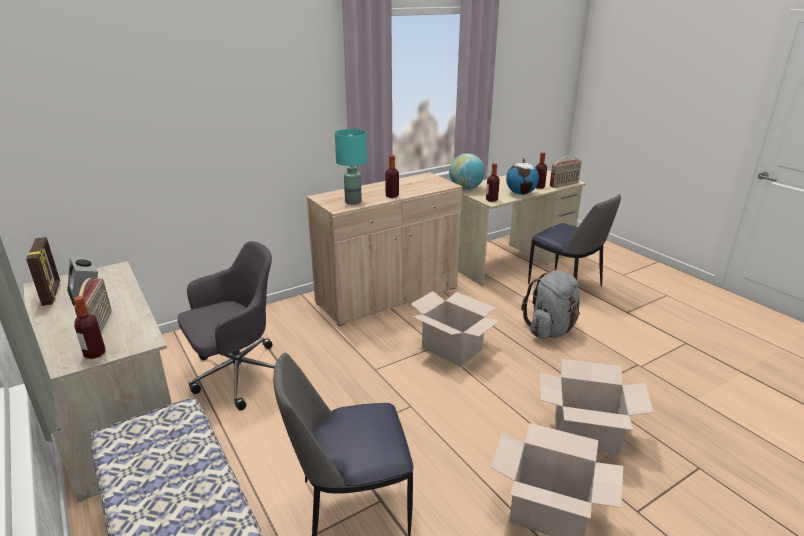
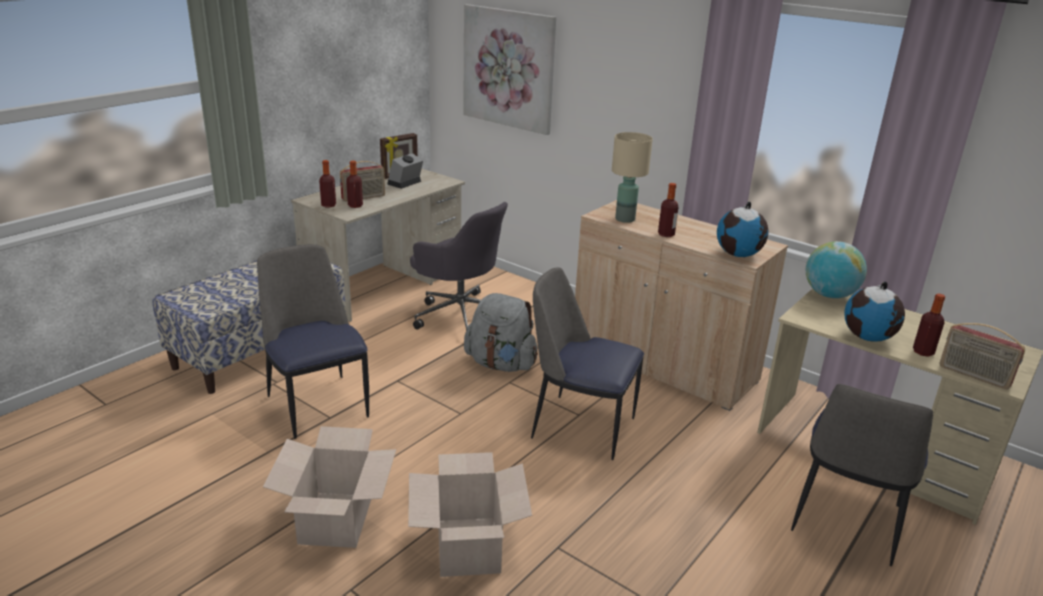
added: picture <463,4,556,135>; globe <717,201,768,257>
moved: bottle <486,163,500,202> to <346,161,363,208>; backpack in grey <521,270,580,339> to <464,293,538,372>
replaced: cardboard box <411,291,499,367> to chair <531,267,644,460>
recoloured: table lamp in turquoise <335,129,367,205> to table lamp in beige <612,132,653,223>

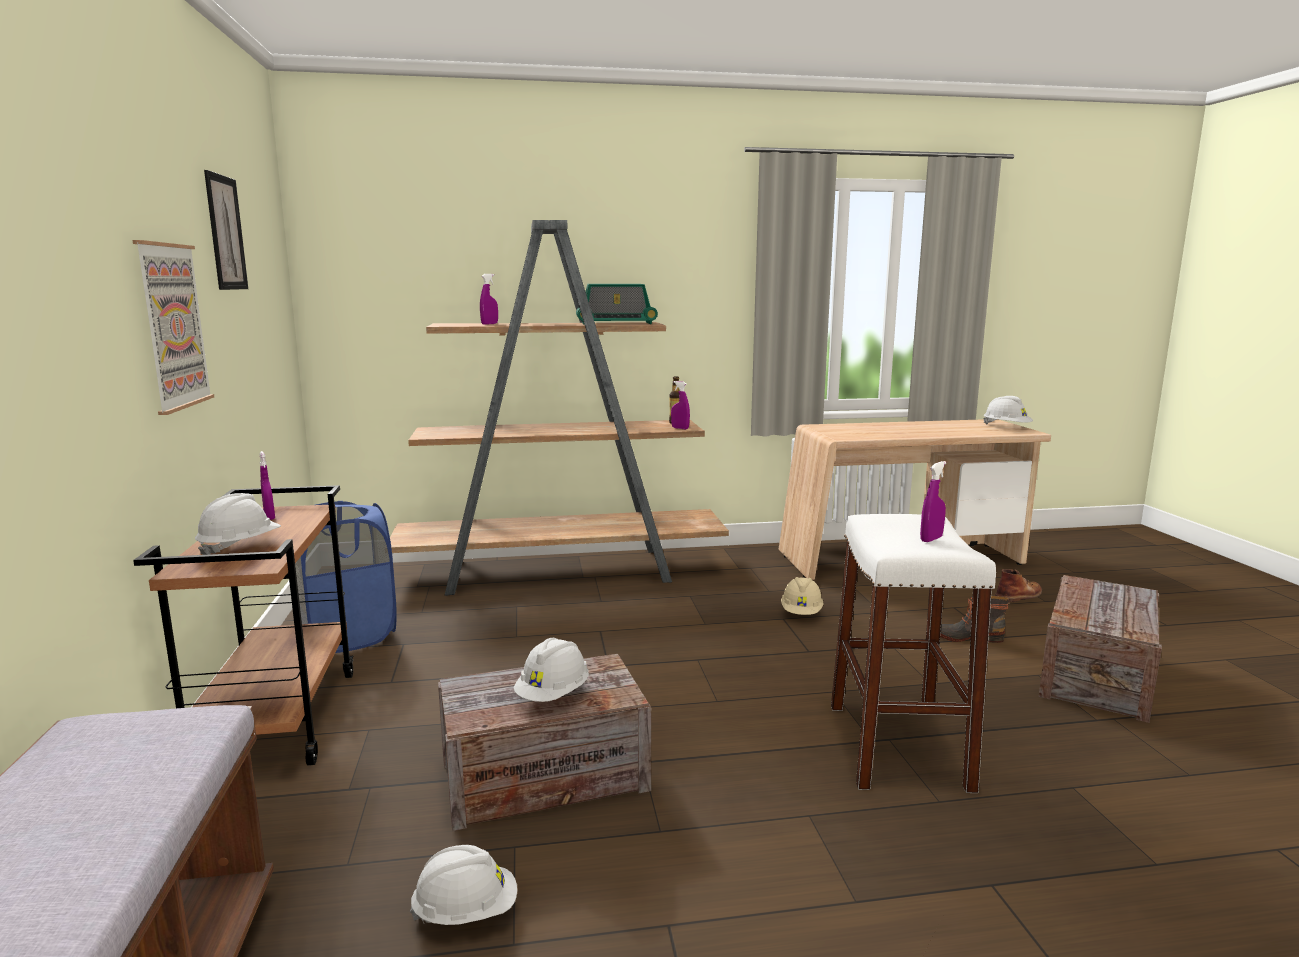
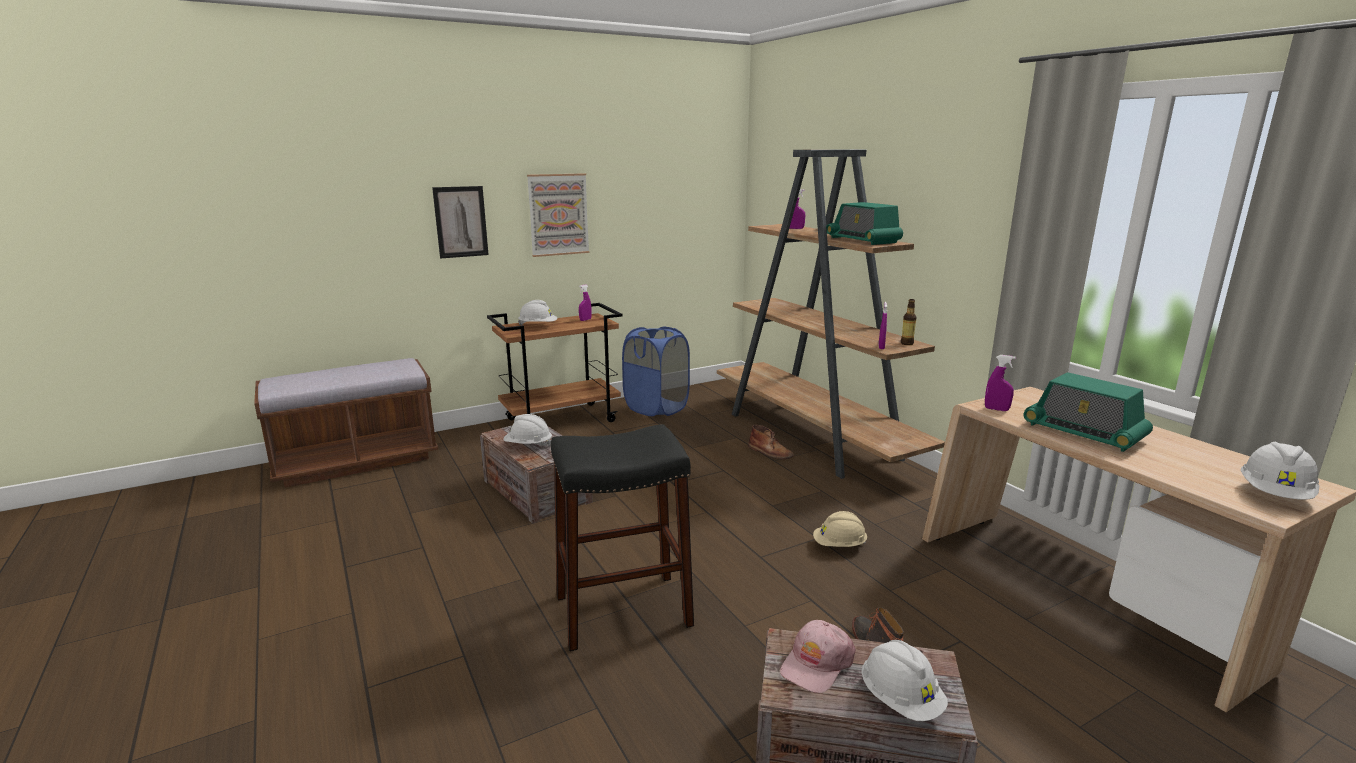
added: cap in pink <780,620,856,693>; radio <1023,372,1153,452>
moved: picture <204,170,248,290> to <432,186,489,259>; boot in brown <995,569,1042,602> to <748,425,794,459>; hard hat in white <410,845,517,925> to <861,640,948,721>; spray bottle in purple <920,461,946,542> to <985,355,1016,411>
recoloured: stool in white <831,514,996,793> to stool in black <551,424,694,651>

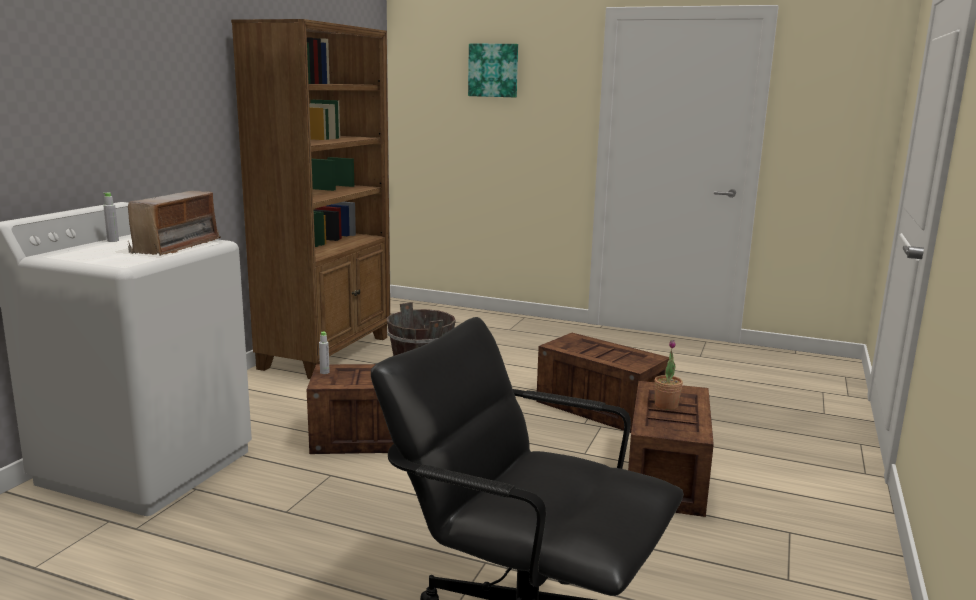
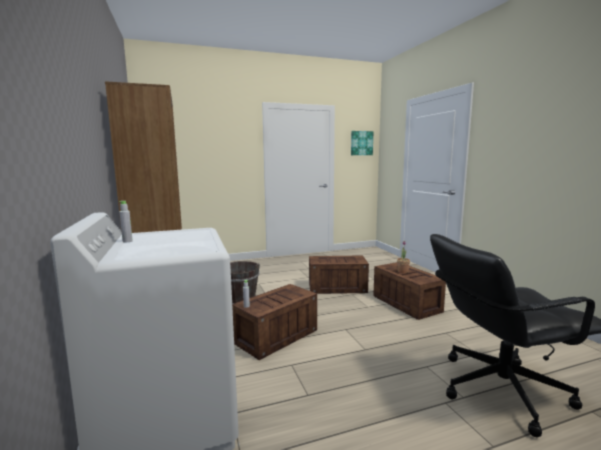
removed: radio <128,191,221,256>
moved: picture <468,44,518,97> to <351,131,373,155>

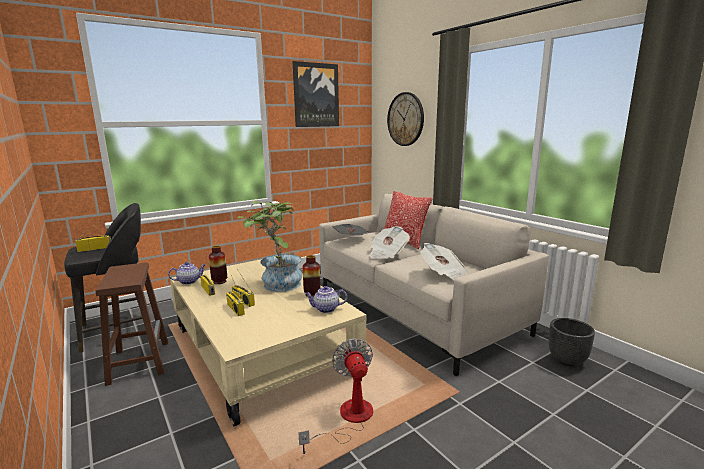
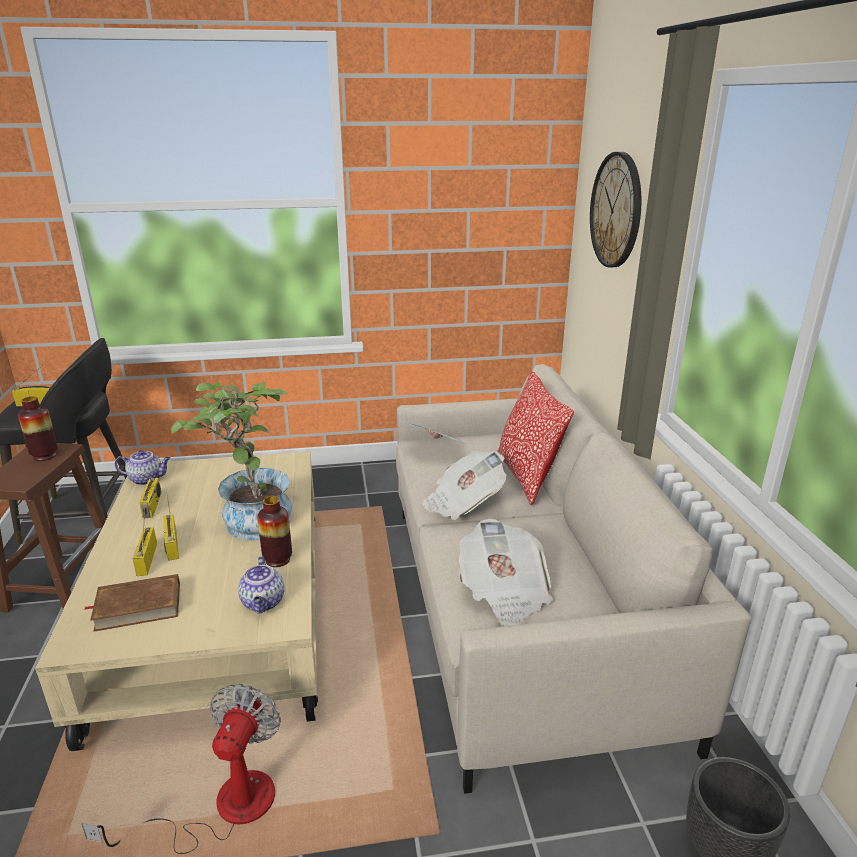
removed: picture <293,61,339,127>
added: book in brown <85,574,180,632>
moved: vase <209,246,227,284> to <18,396,58,461>
turned: teapot <305,286,347,313> = <238,556,285,614> 120 degrees counterclockwise

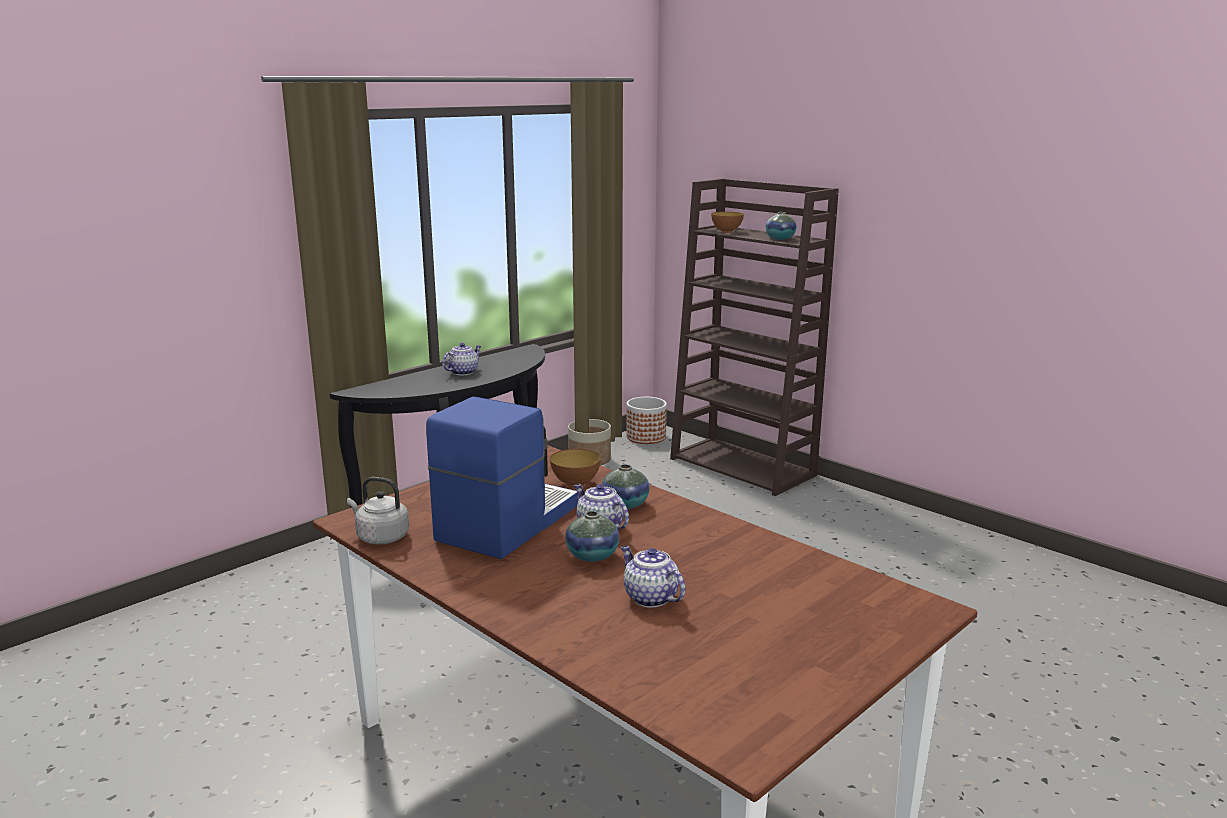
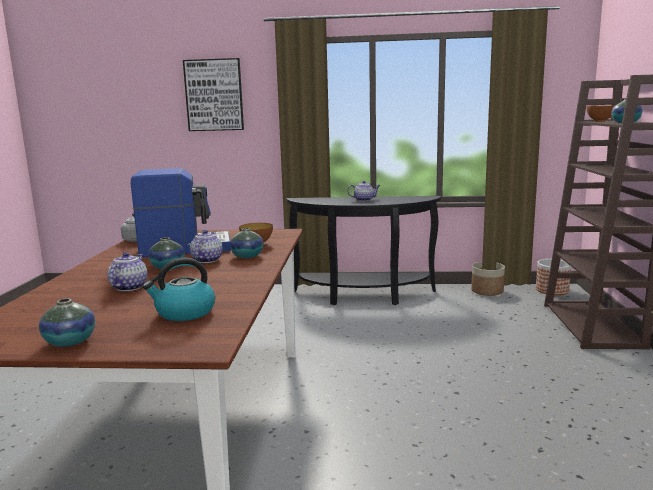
added: vase <39,298,95,347>; kettle <143,258,215,321>; picture <183,58,244,131>

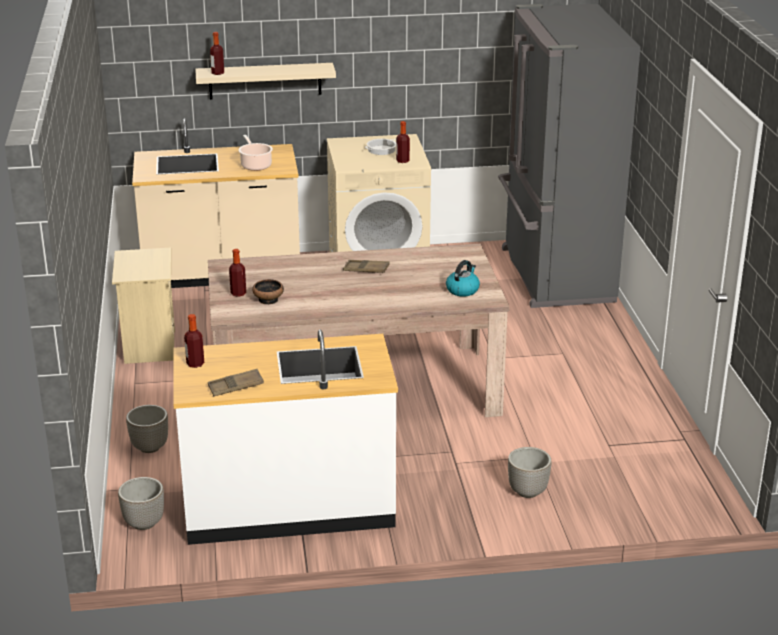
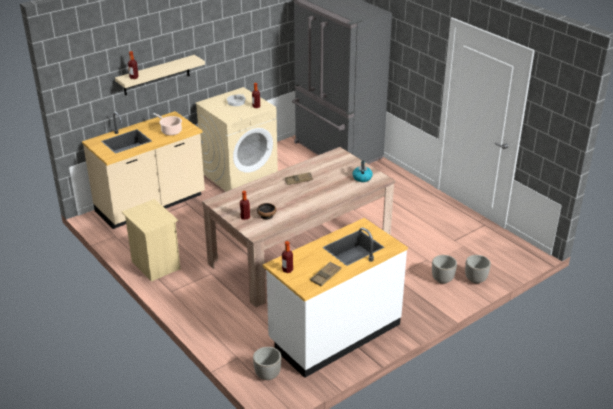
moved: planter <126,405,168,453> to <465,255,491,284>

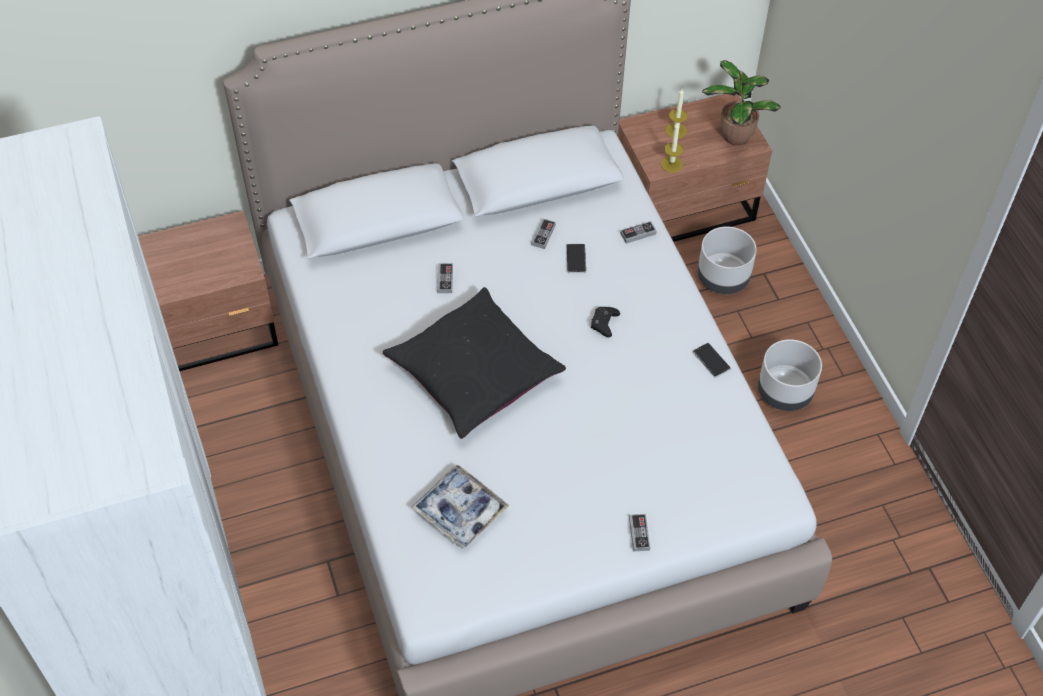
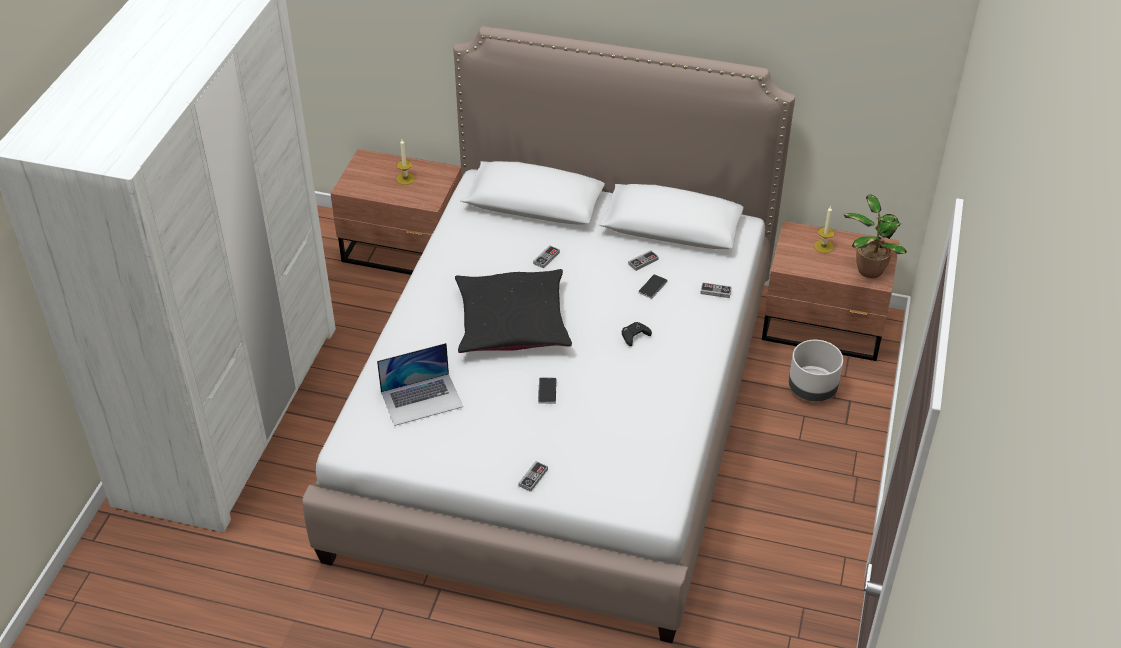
removed: planter in grey <758,339,822,411>
moved: candle <661,122,683,173> to <396,140,415,185>; phone <693,343,731,378> to <538,377,557,404>
replaced: tray <412,464,509,548> to laptop <377,343,463,426>

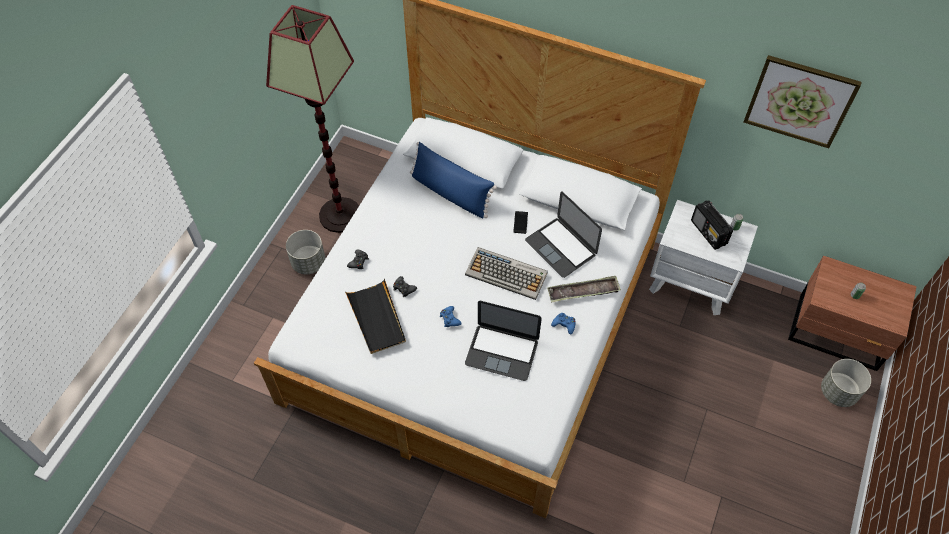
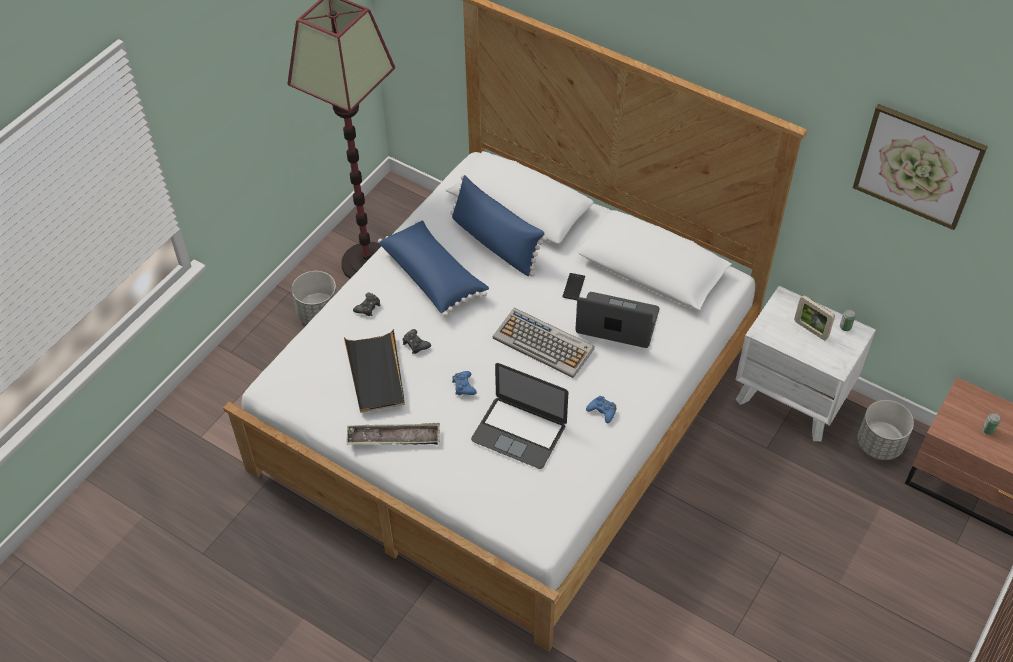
added: pillow in blue <378,221,489,317>
moved: tray <547,275,621,303> to <347,423,440,445>; planter in grey <821,359,871,407> to <858,400,914,460>
replaced: radio <691,200,733,250> to picture frame <794,295,835,340>
turned: laptop <525,192,602,278> = <575,292,659,348> 135 degrees clockwise

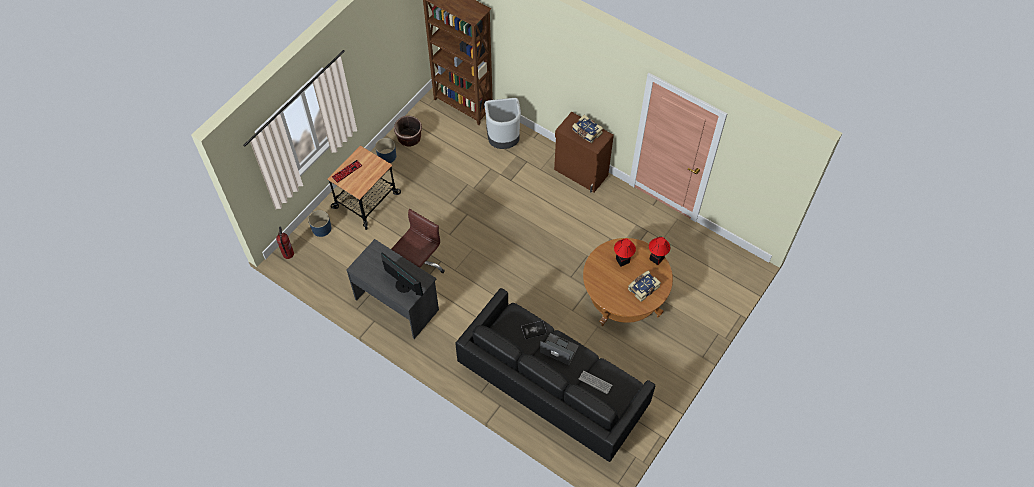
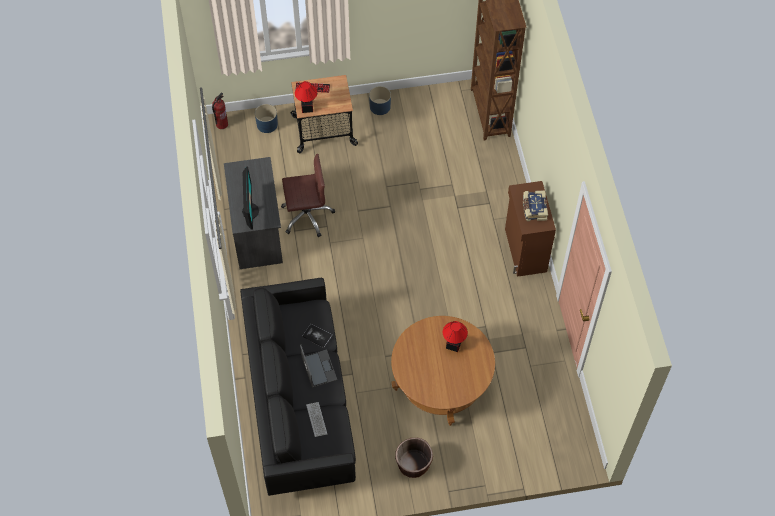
removed: trash can in grey <484,98,521,149>; book <628,271,661,302>
moved: table lamp <649,237,671,265> to <295,81,317,113>; planter in brown <394,116,422,147> to <395,438,433,478>

